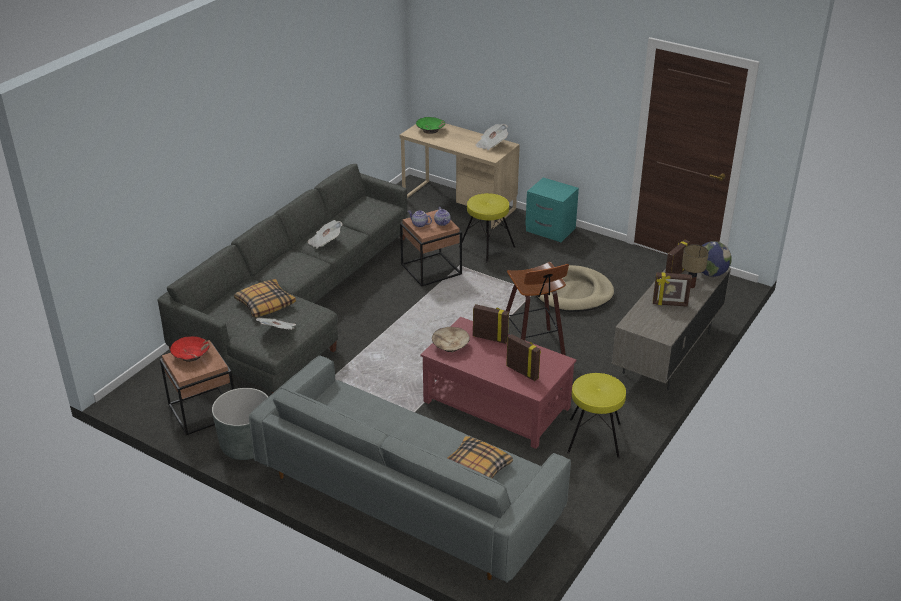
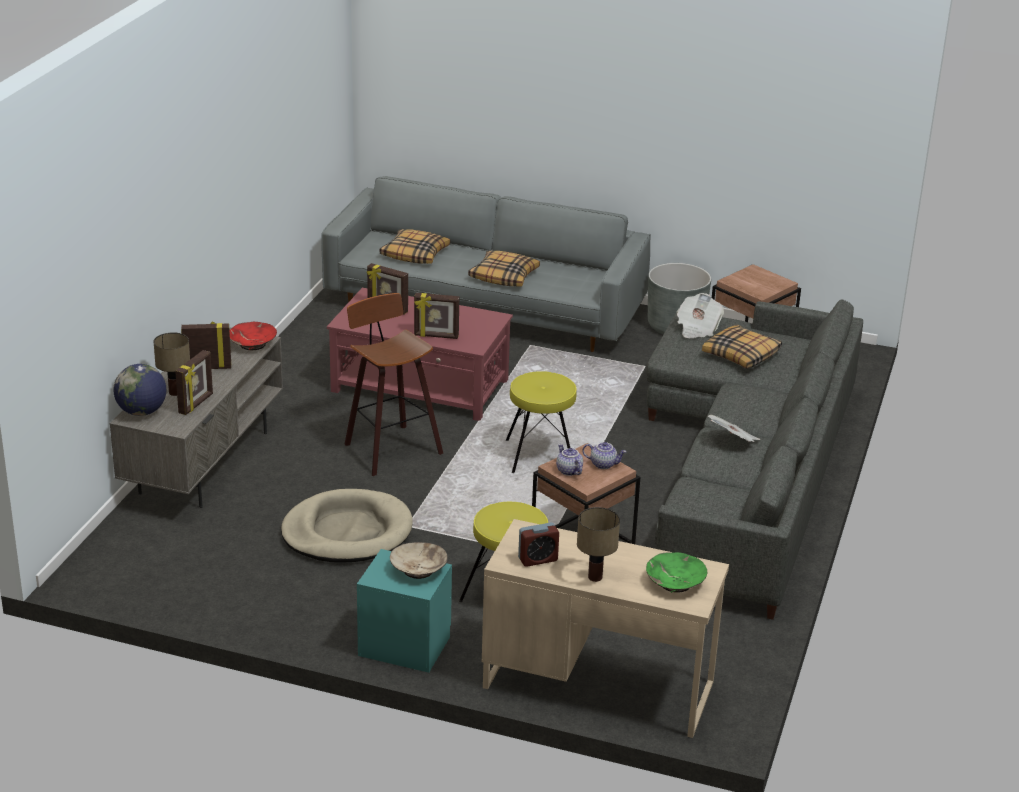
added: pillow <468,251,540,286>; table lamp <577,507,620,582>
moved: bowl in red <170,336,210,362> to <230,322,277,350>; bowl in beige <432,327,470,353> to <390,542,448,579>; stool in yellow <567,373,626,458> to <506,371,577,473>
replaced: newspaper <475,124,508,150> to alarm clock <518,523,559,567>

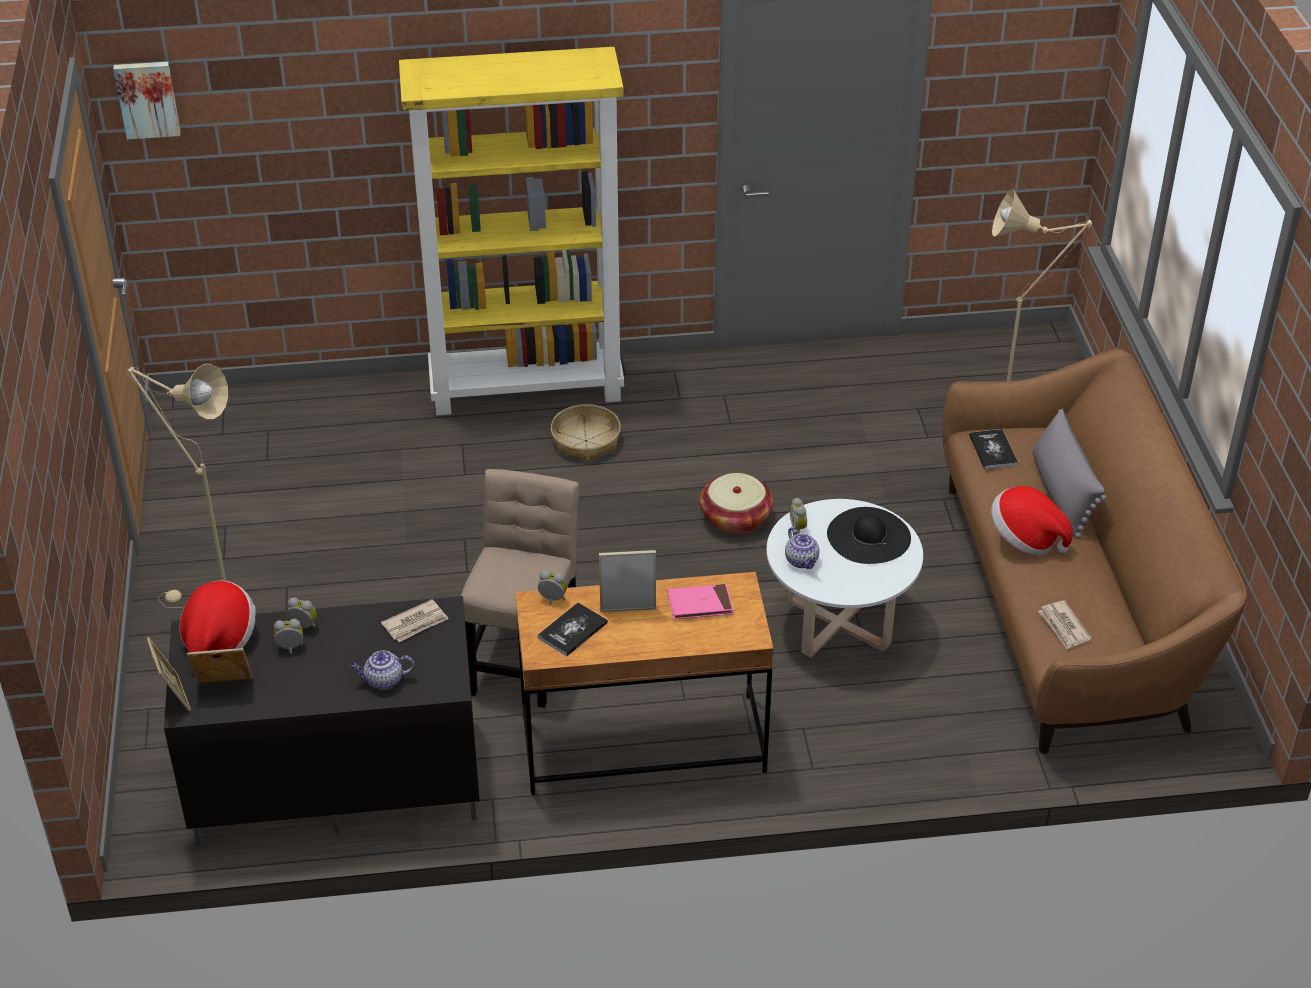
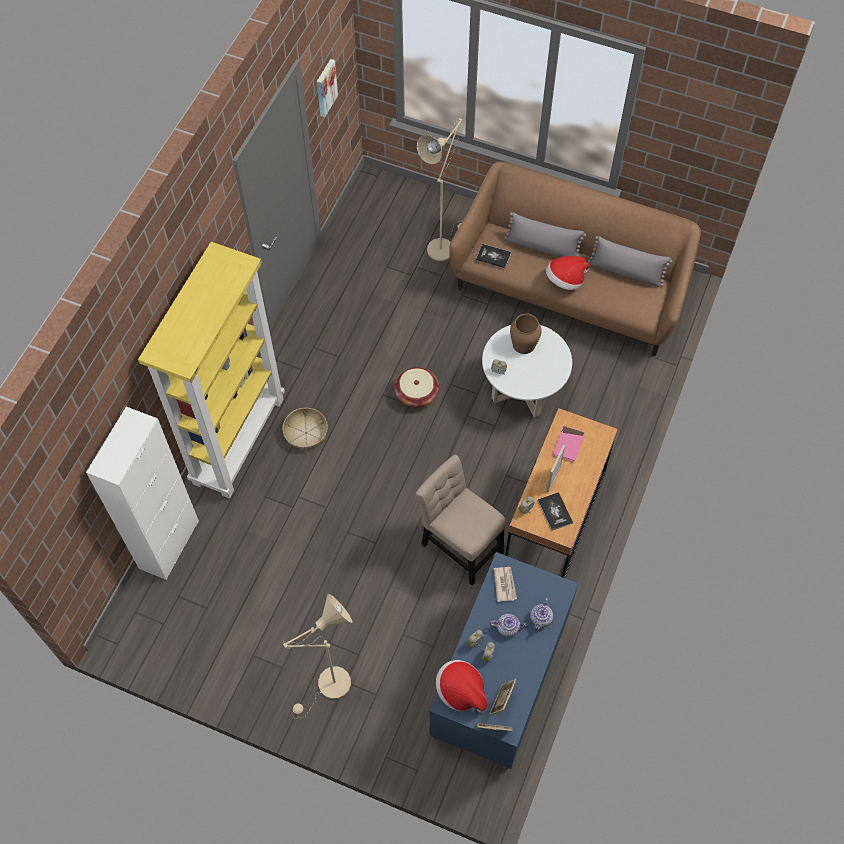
removed: newspaper <1038,601,1091,649>
added: cabinet in white <86,407,199,580>; pillow in grey <588,236,673,287>
moved: picture <113,62,181,139> to <317,59,338,117>; teapot <785,527,819,569> to <490,614,528,637>
replaced: hat in black <827,507,911,564> to vase in brown <510,314,542,354>
recoloured: tv stand in black <164,596,480,847> to tv stand in blue <430,552,578,770>

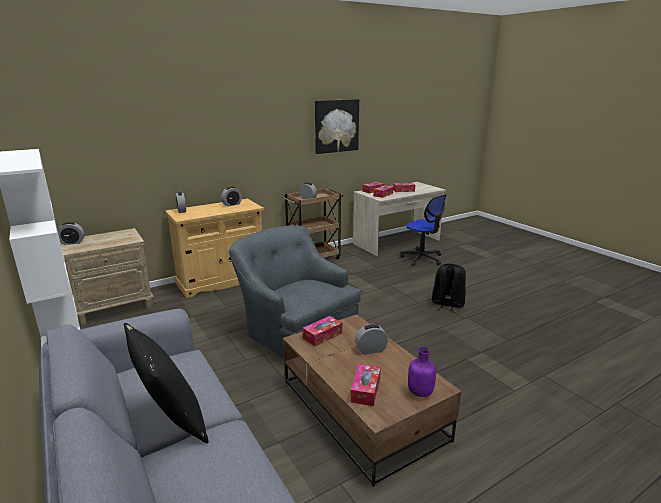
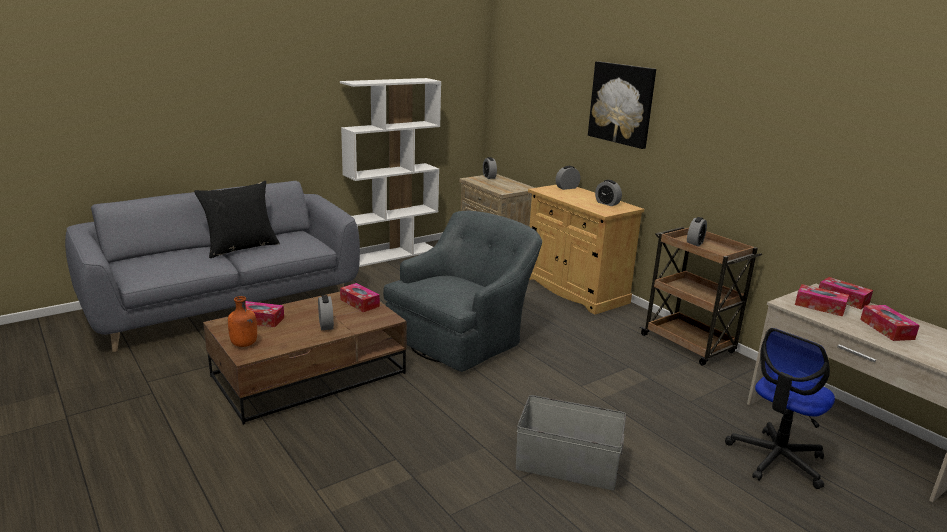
moved: picture <315,99,359,154> to <588,61,656,149>
replaced: backpack in black <432,264,466,313> to storage box in grey <516,395,626,491>
recoloured: bottle in purple <408,347,436,397> to bottle in orange <228,296,257,347>

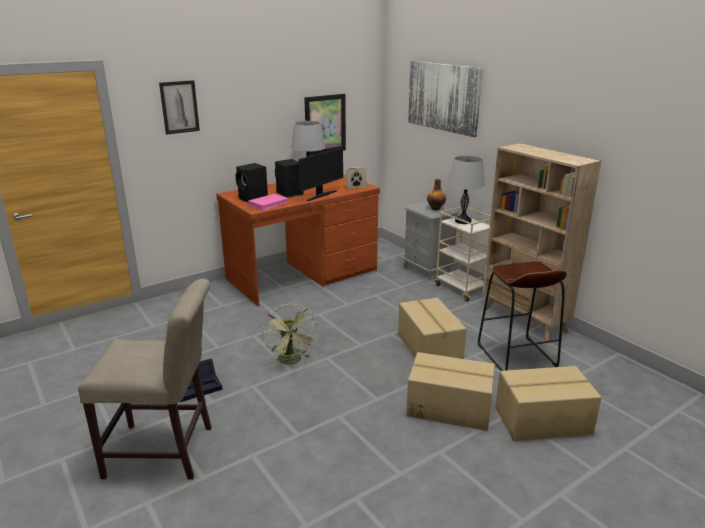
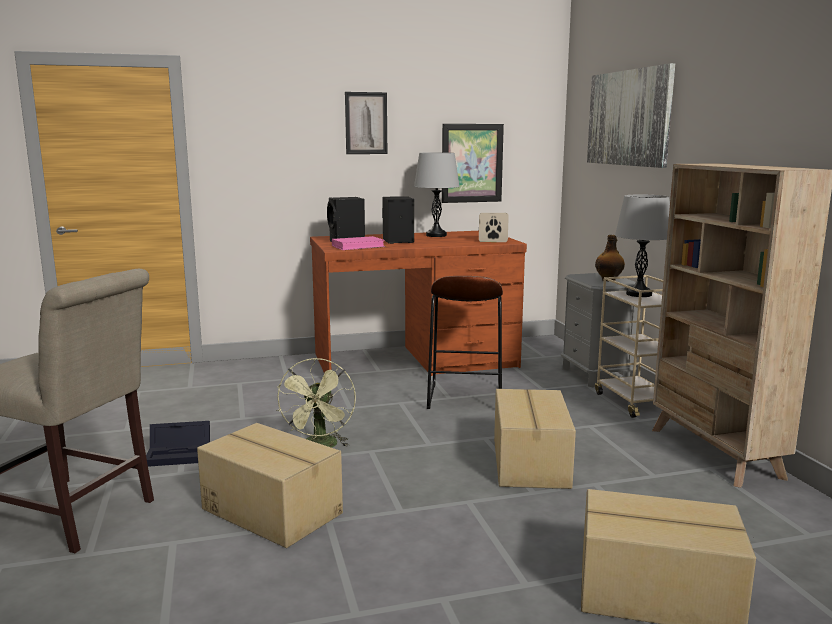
removed: monitor <298,148,343,201>
moved: cardboard box <406,352,495,431> to <197,423,343,548>; picture <159,80,200,135> to <345,92,387,154>; stool in brown <478,262,567,371> to <427,276,503,409>

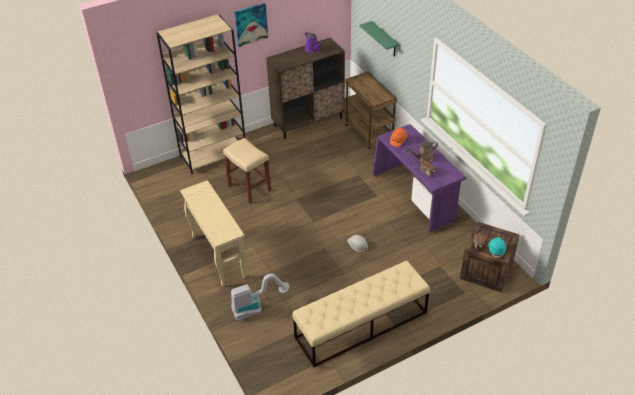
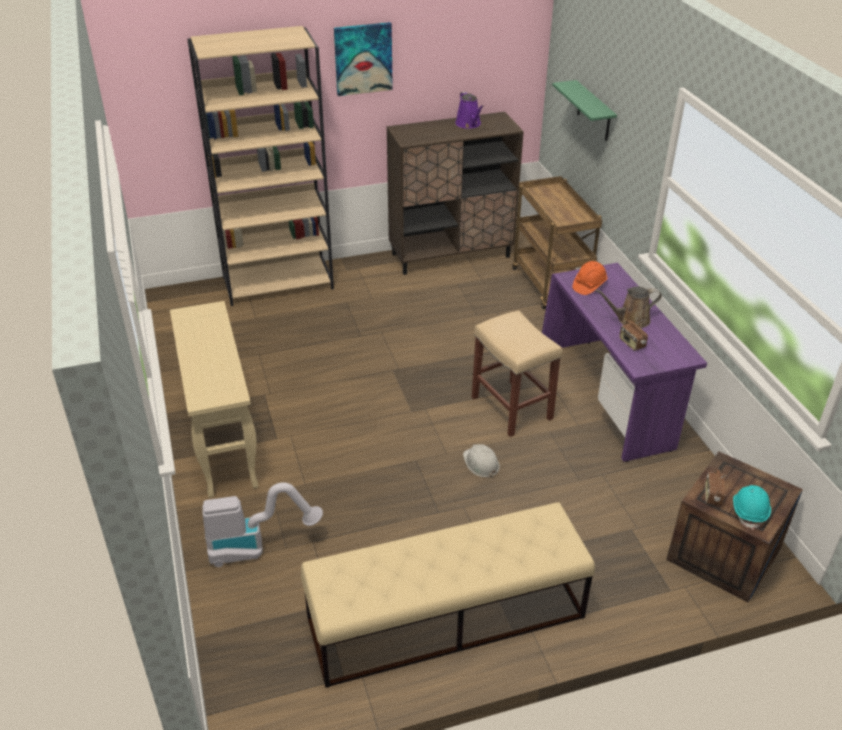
moved: stool in beige <223,138,271,203> to <472,311,563,437>

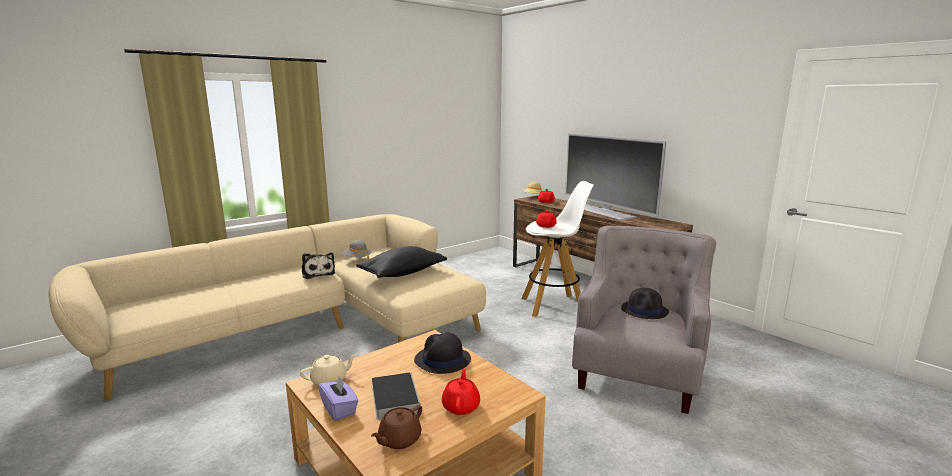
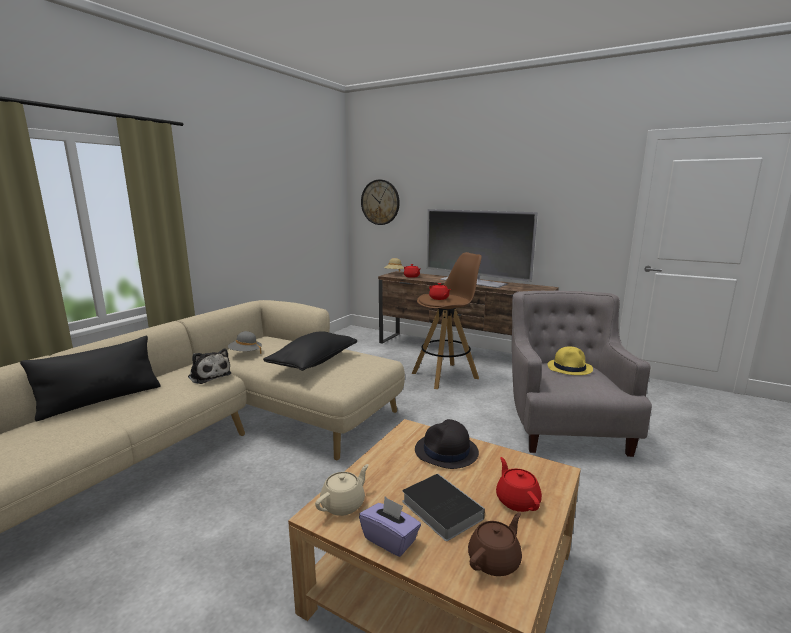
added: pillow in black <20,336,161,421>; wall clock <361,180,400,225>
recoloured: stool in white <522,181,594,317> to stool in brown <412,252,482,389>; hat in black <621,288,669,319> to hat in yellow <547,346,593,375>
turned: teapot in brown <371,405,422,449> = <468,512,522,576> 150 degrees counterclockwise

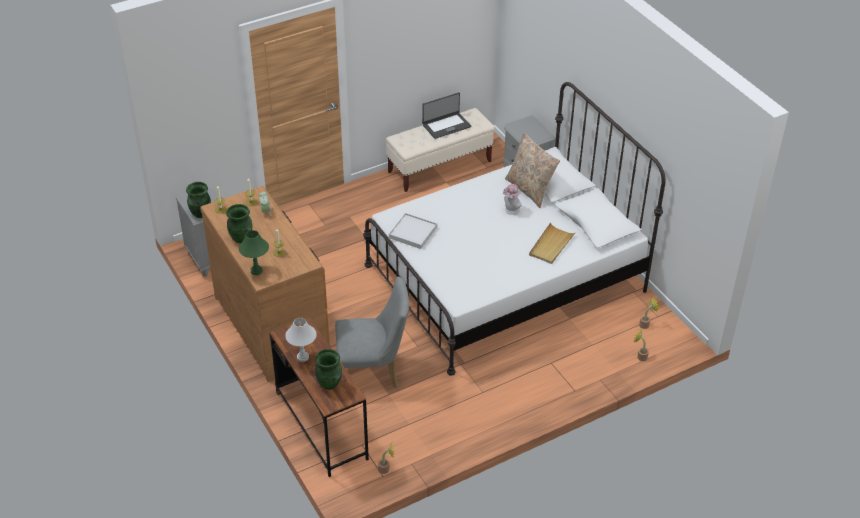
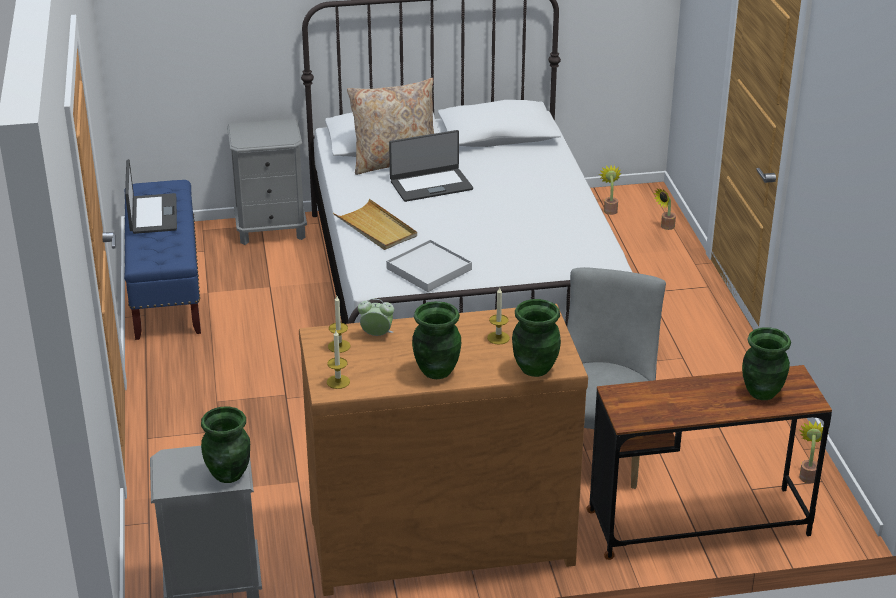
removed: table lamp in white <285,318,316,362>
moved: tray in beige <529,222,576,264> to <333,199,417,250>
replaced: hat <503,184,522,215> to laptop <389,130,473,202>; table lamp in green <239,230,269,275> to vase in green <512,299,561,377>
recoloured: bench in beige <386,108,495,192> to bench in blue <124,180,201,340>

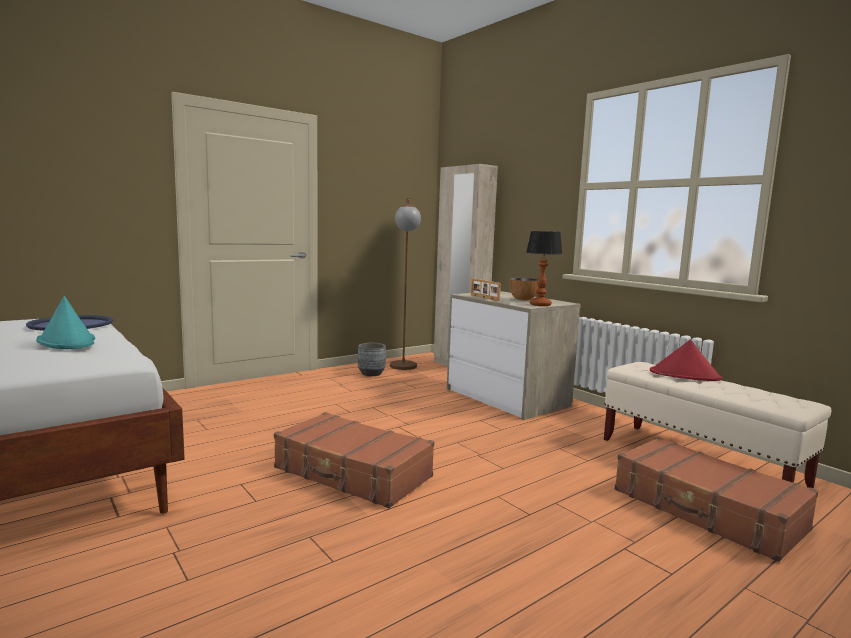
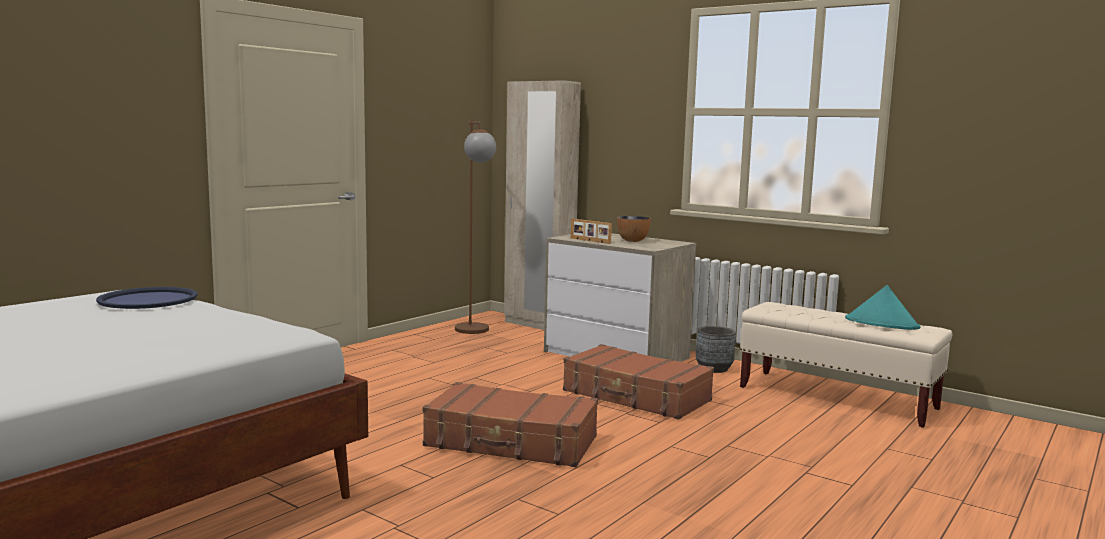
removed: table lamp <526,231,562,306>; hat in red <650,340,722,381>
moved: suitcase in brown <614,437,819,562> to <563,344,714,420>; planter in grey <358,343,386,376> to <696,326,736,373>; hat in turquoise <36,296,95,349> to <845,285,921,330>

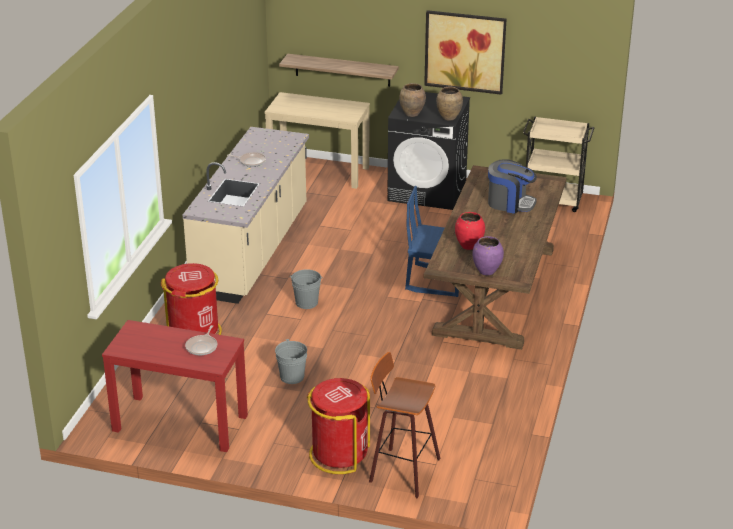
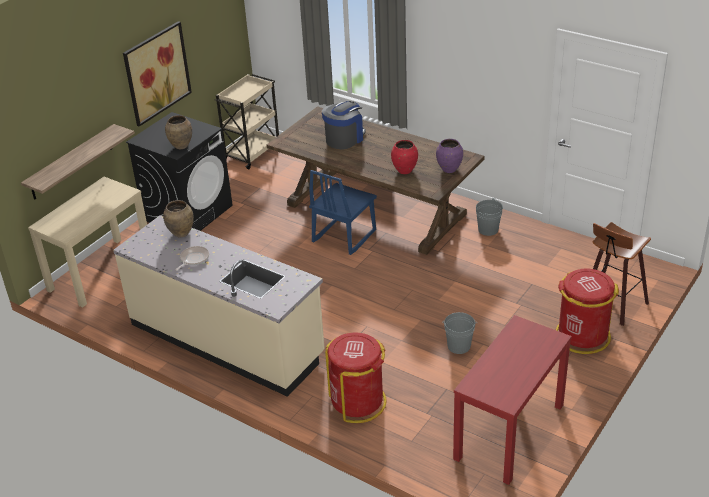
removed: frying pan <185,325,217,355>
moved: vase in brown <436,87,463,121> to <163,200,194,237>; bucket in grey <289,269,323,309> to <476,198,503,236>

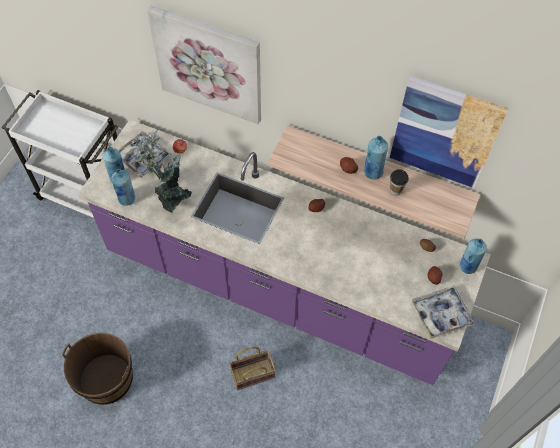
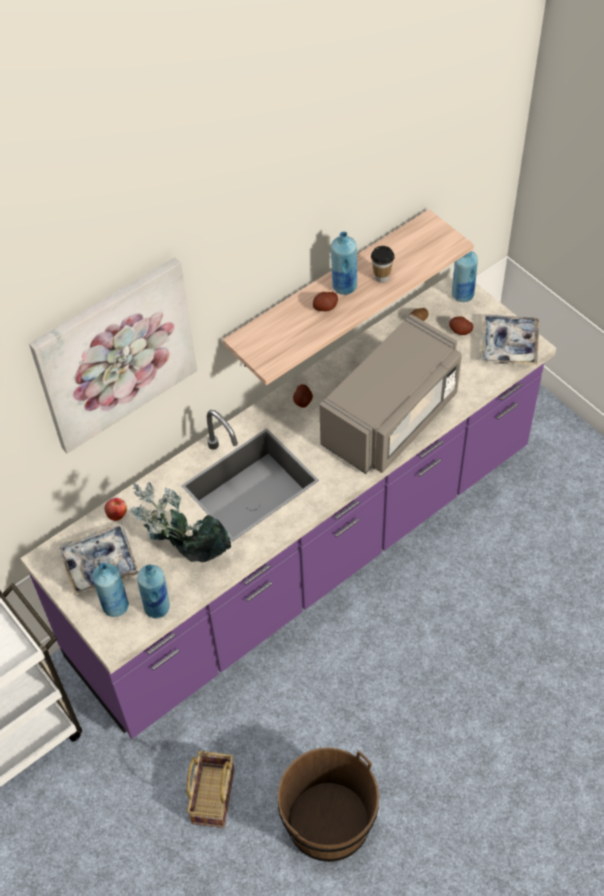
removed: picture <390,76,509,188>
added: microwave in grey <319,314,462,474>
moved: basket <229,347,276,390> to <187,751,235,828>

